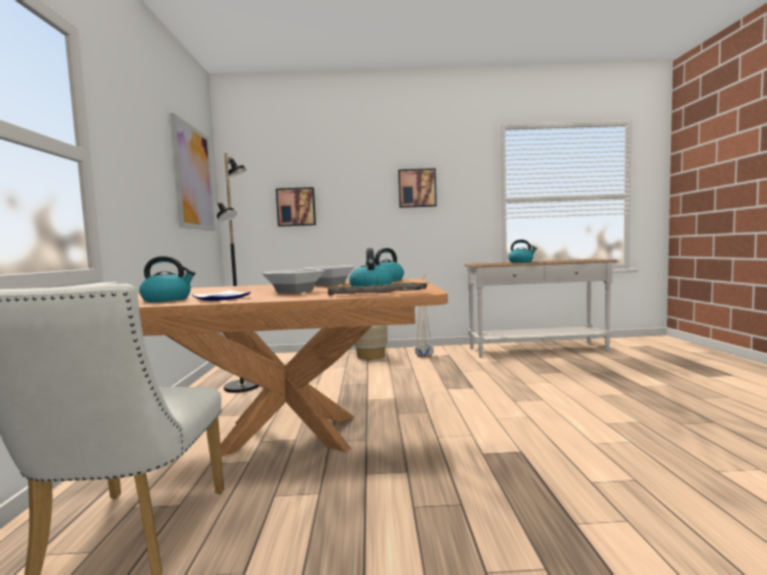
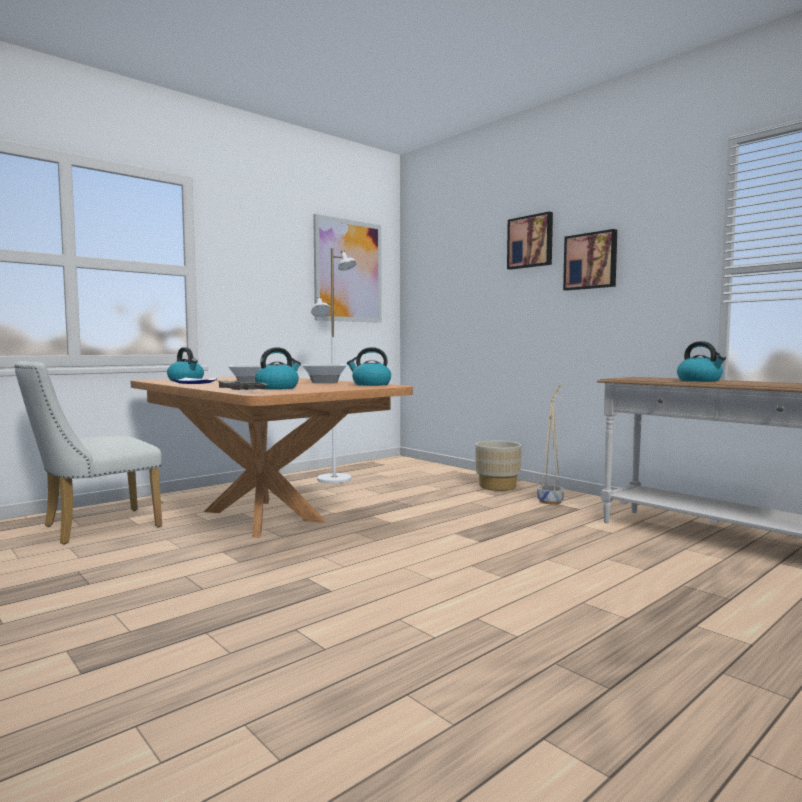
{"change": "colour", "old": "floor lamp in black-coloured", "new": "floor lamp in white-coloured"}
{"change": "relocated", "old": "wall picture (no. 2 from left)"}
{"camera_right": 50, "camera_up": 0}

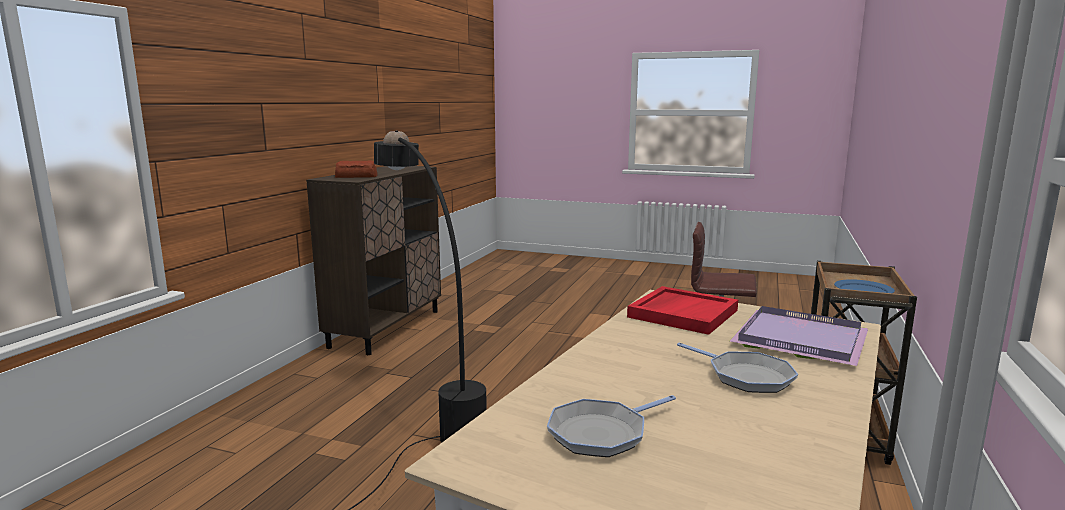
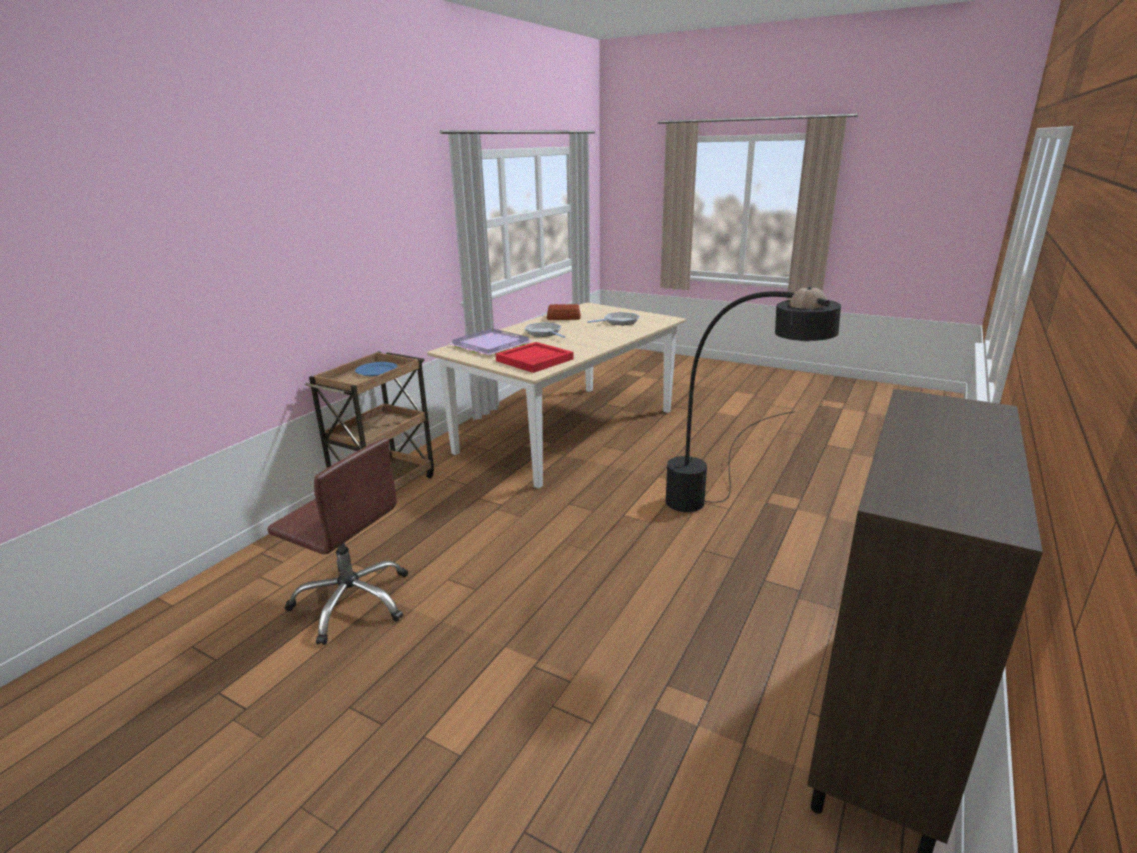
{"change": "relocated", "old": "bread"}
{"camera_right": -170, "camera_up": 10}

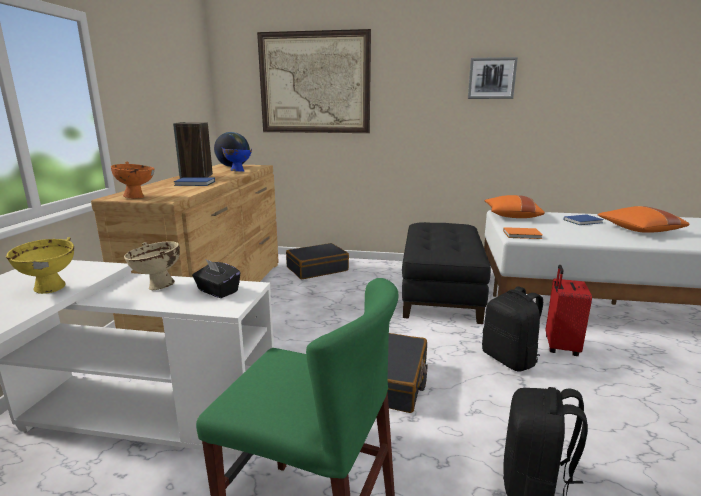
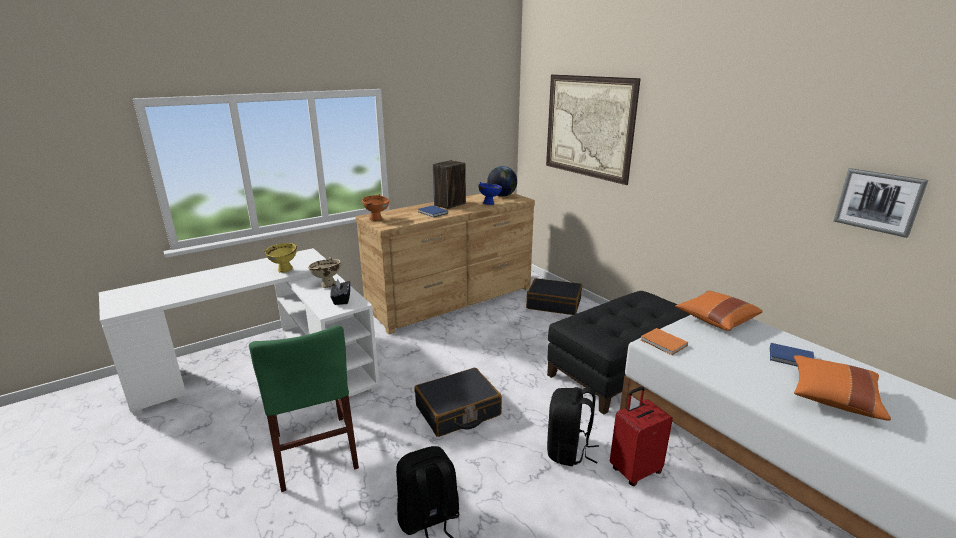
{"change": "relocated", "old": "wall picture (no. 2 from left)"}
{"camera_right": 45, "camera_up": 5}

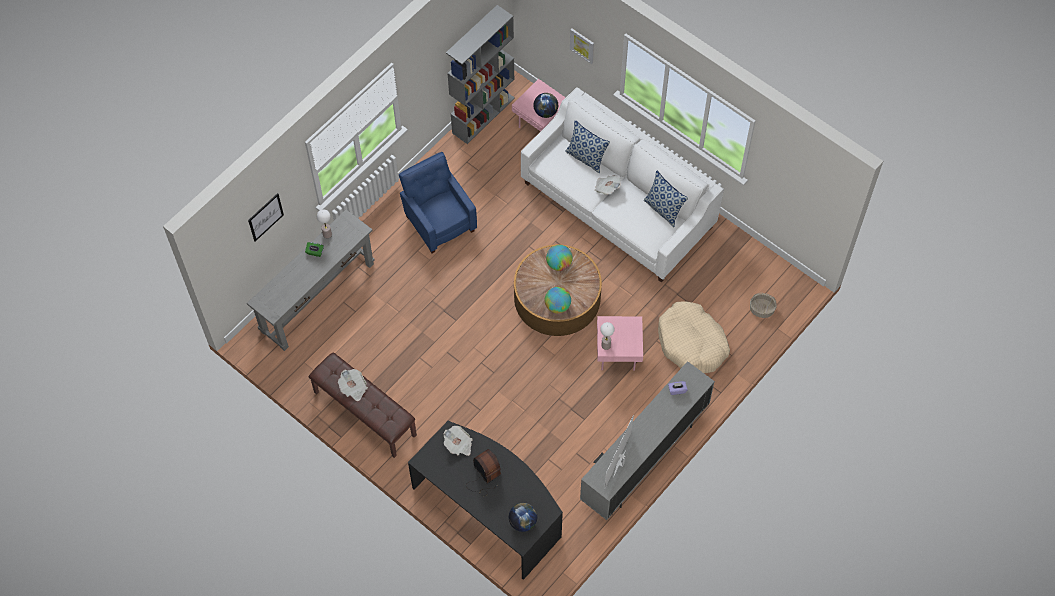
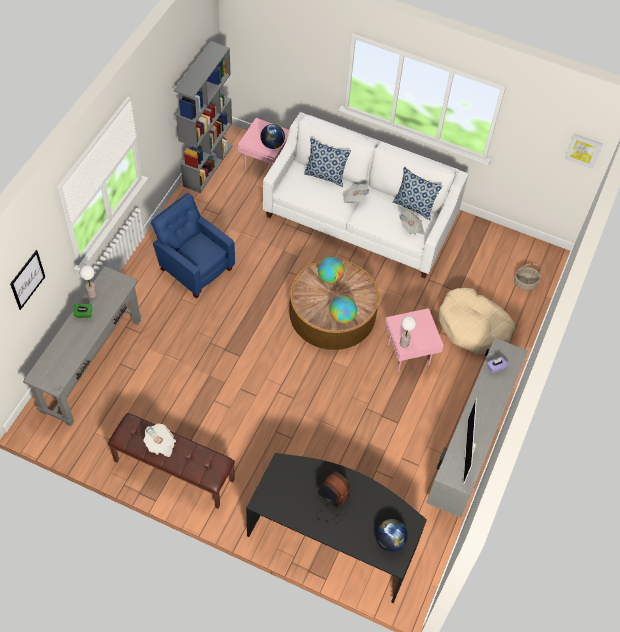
{"change": "relocated", "old": "daily paper (no. 2 from left in the first image)", "new": "daily paper (no. 3 from left)"}
{"change": "relocated", "old": "wall picture (no. 2 from left)"}
{"camera_right": -20, "camera_up": -5}

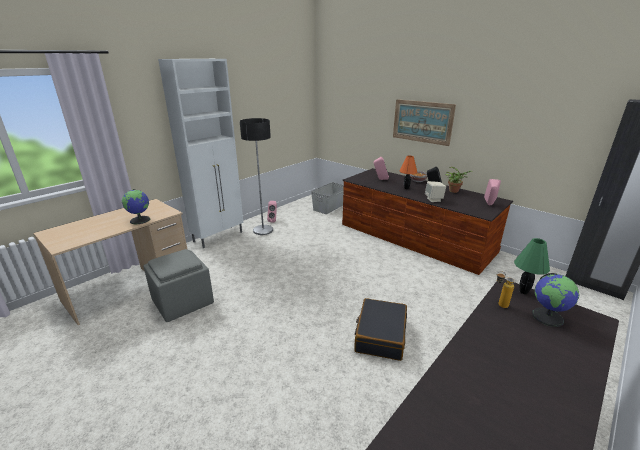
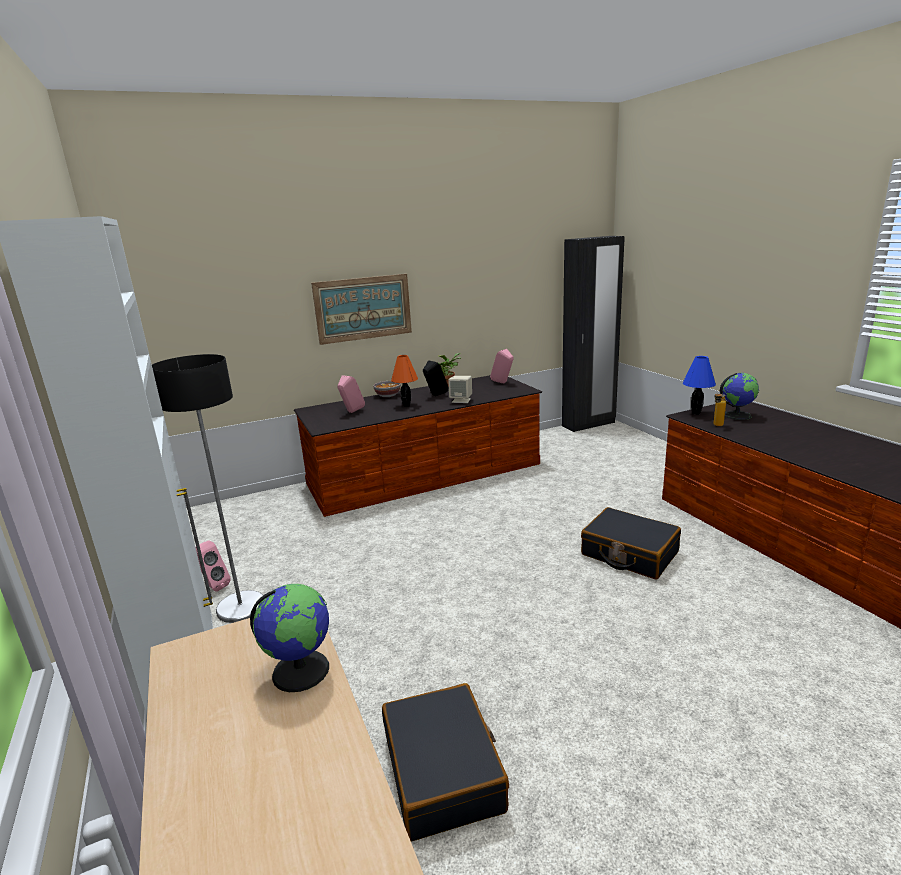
{"change": "exchanged", "old": "pouffe in gray", "new": "travel case in black-coloured (no. 1 from left)"}
{"change": "colour", "old": "tabletop lamp in green-coloured", "new": "tabletop lamp in blue-coloured"}
{"change": "missing", "old": "storage container in gray"}
{"camera_right": -65, "camera_up": -5}

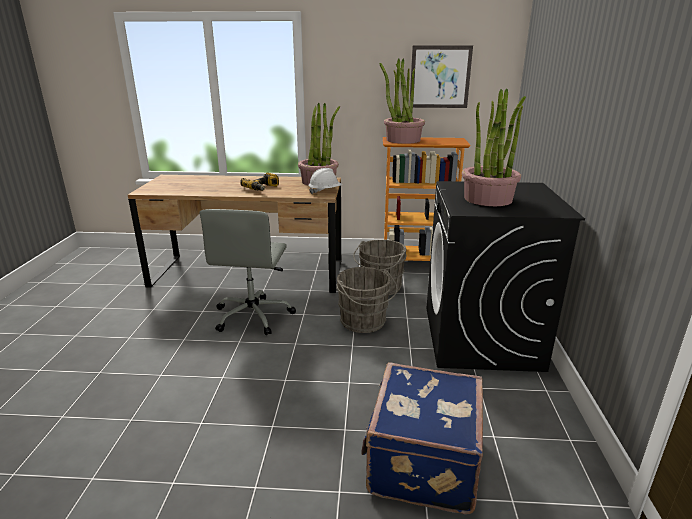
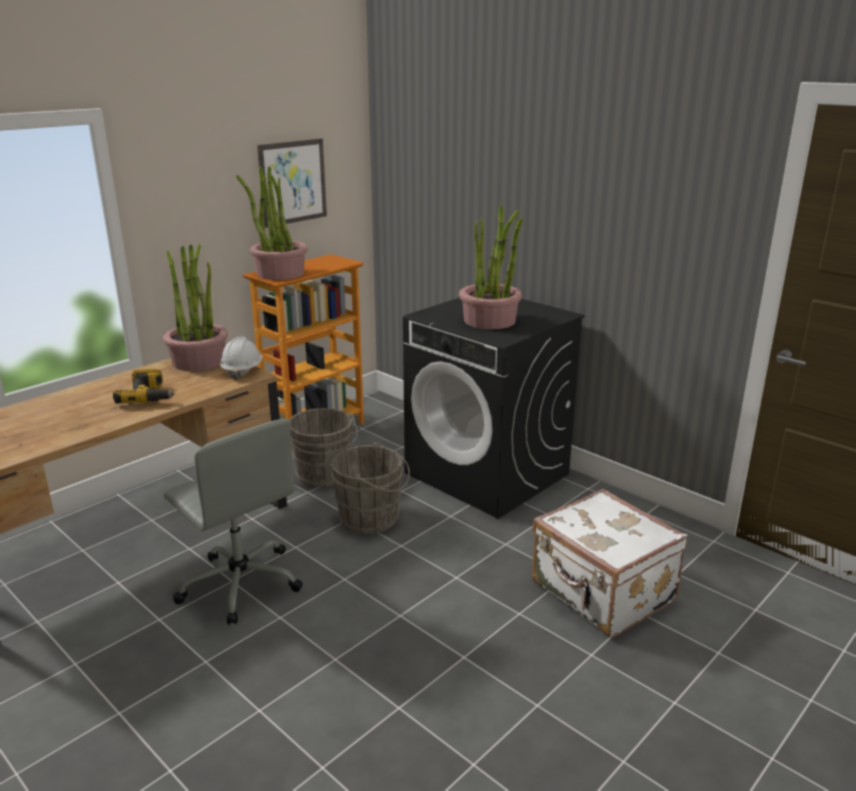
{"change": "colour", "old": "travel case in blue-coloured", "new": "travel case in white-coloured"}
{"camera_right": -50, "camera_up": 0}

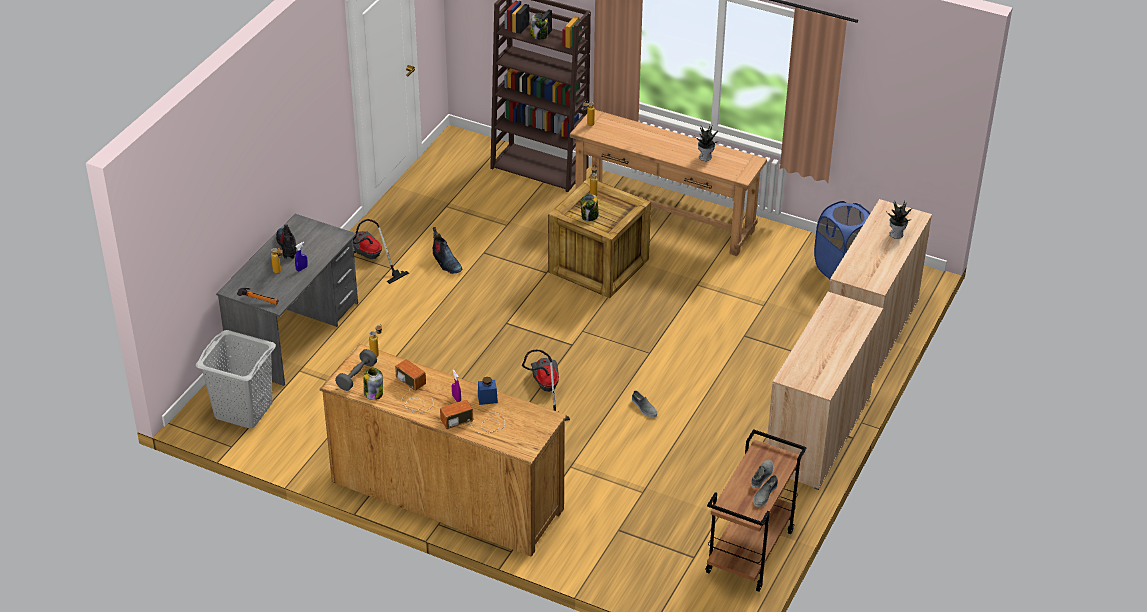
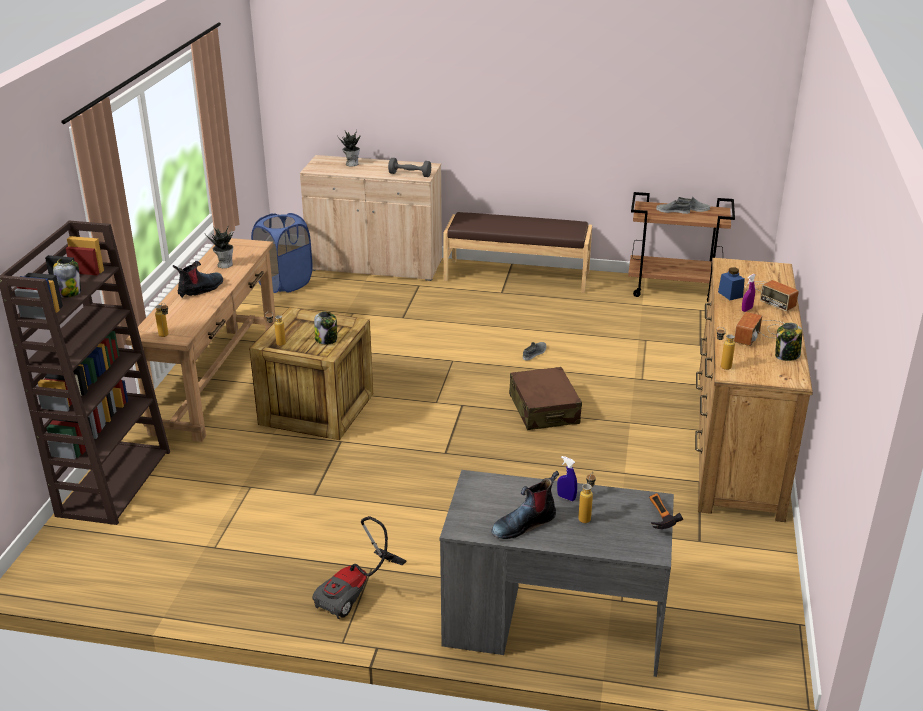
{"change": "relocated", "old": "high-top boot (no. 2 from left in the first image)", "new": "high-top boot (no. 1 from left)"}
{"change": "relocated", "old": "dumbbell in gray"}
{"change": "exchanged", "old": "storage cabinet in sand-coloured (no. 1 from left)", "new": "indoor bench in brownish"}
{"change": "exchanged", "old": "hoover (no. 2 from left)", "new": "travel case in brownish"}
{"change": "missing", "old": "laundry basket in gray"}
{"camera_right": -105, "camera_up": -10}

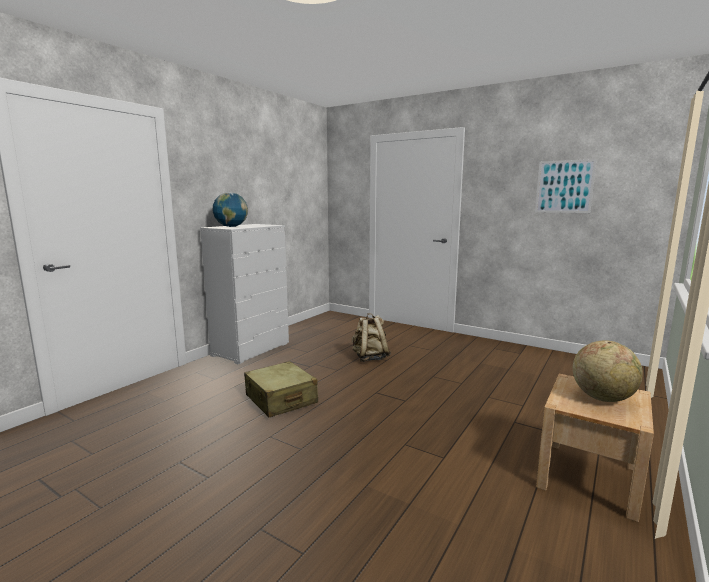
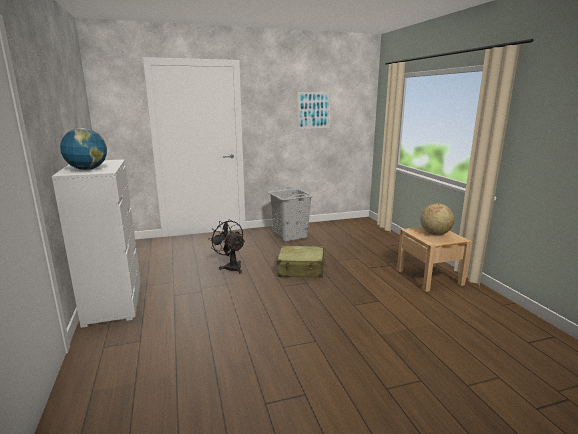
{"change": "exchanged", "old": "backpack in sand-coloured", "new": "cooling fan in black-coloured"}
{"change": "appeared", "new": "laundry basket in gray"}
{"change": "relocated", "old": "travel case in sand-coloured"}
{"camera_right": -50, "camera_up": 5}

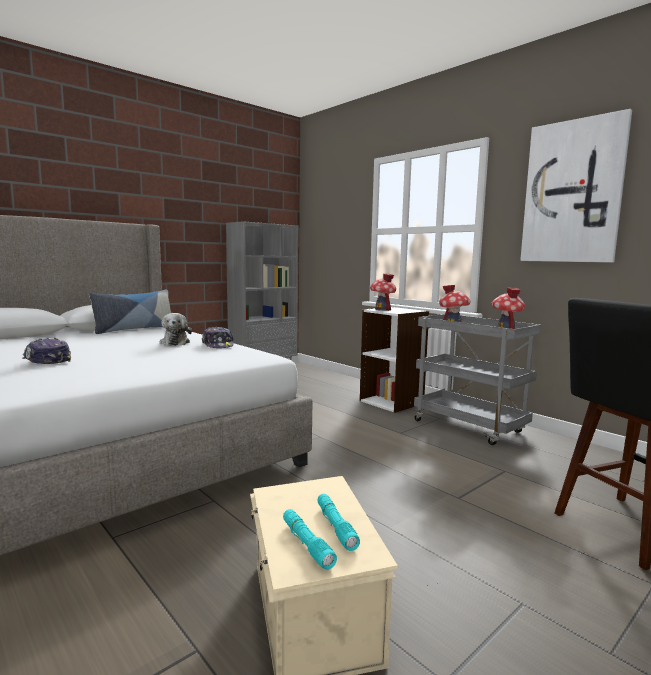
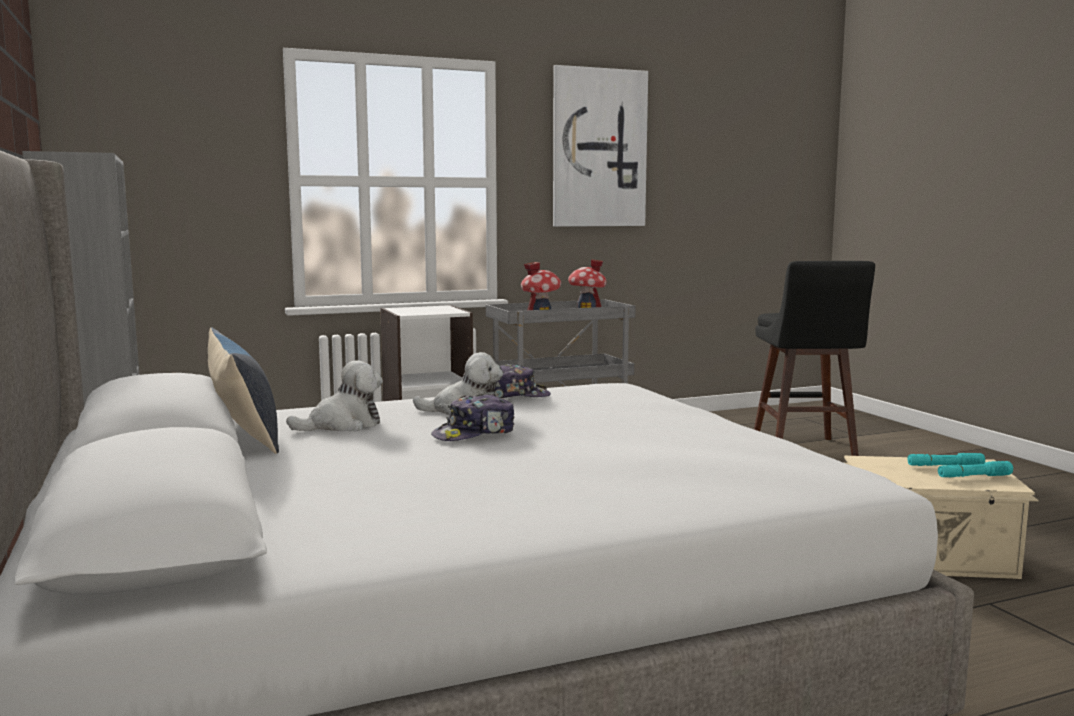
{"change": "appeared", "new": "plush toy (no. 1 from left)"}
{"change": "relocated", "old": "cap (no. 1 from left)"}
{"change": "missing", "old": "model house (no. 1 from left)"}
{"camera_right": -70, "camera_up": 0}

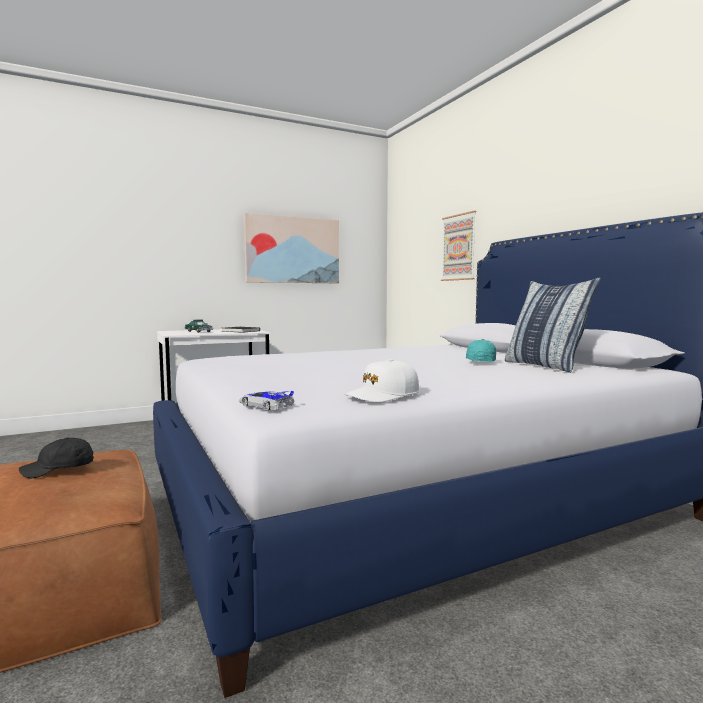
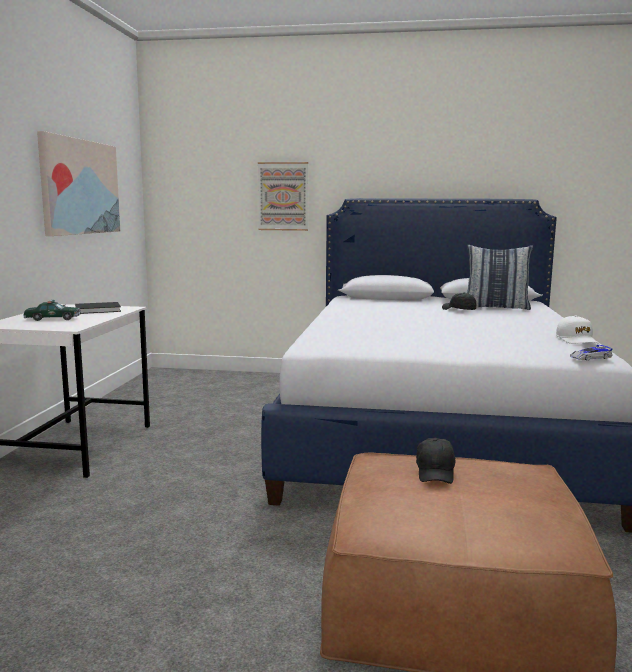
{"change": "colour", "old": "cap in turquoise-coloured", "new": "cap in black-coloured (no. 2 from left)"}
{"camera_right": -55, "camera_up": 5}

